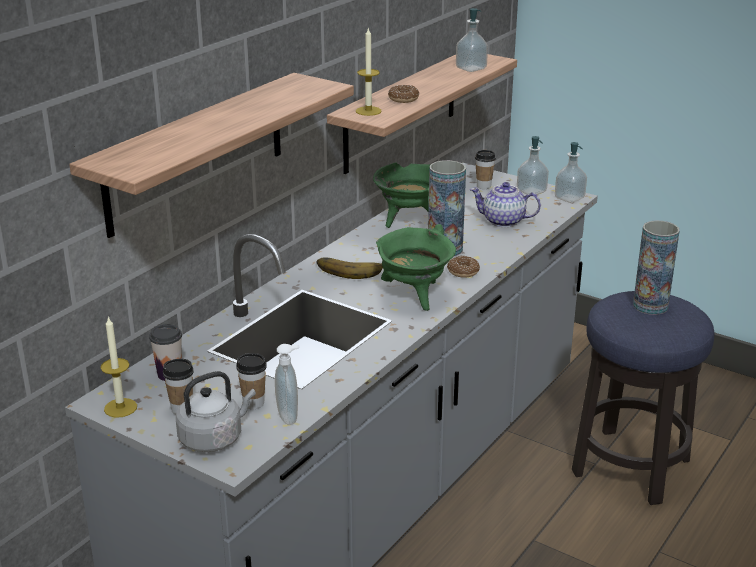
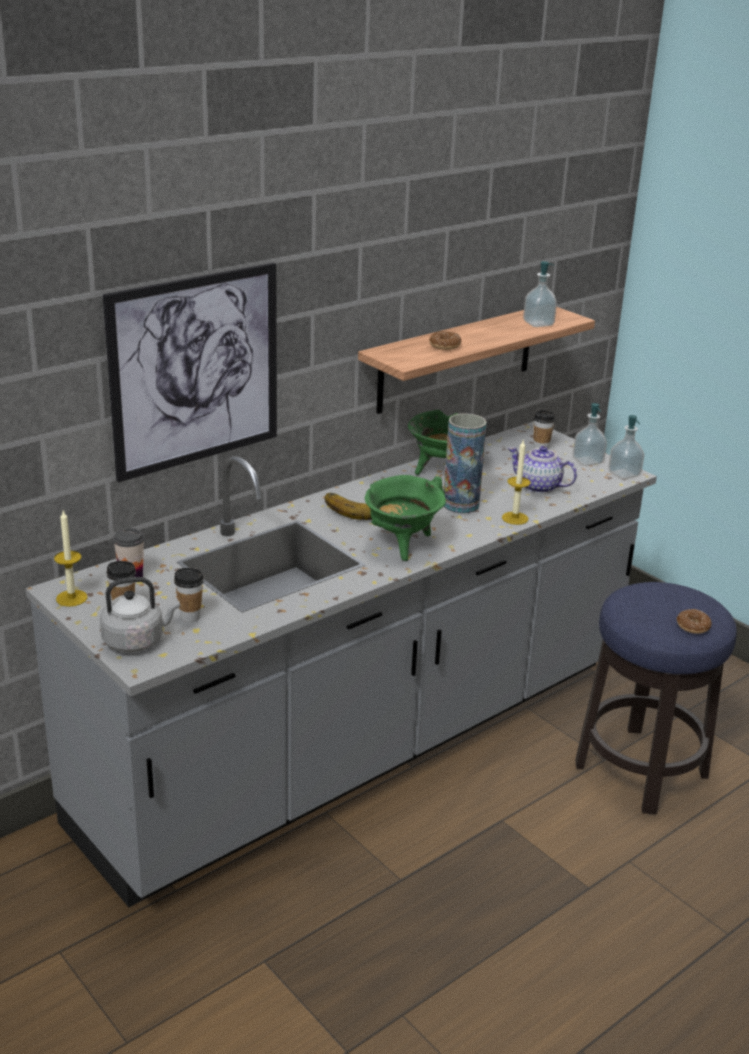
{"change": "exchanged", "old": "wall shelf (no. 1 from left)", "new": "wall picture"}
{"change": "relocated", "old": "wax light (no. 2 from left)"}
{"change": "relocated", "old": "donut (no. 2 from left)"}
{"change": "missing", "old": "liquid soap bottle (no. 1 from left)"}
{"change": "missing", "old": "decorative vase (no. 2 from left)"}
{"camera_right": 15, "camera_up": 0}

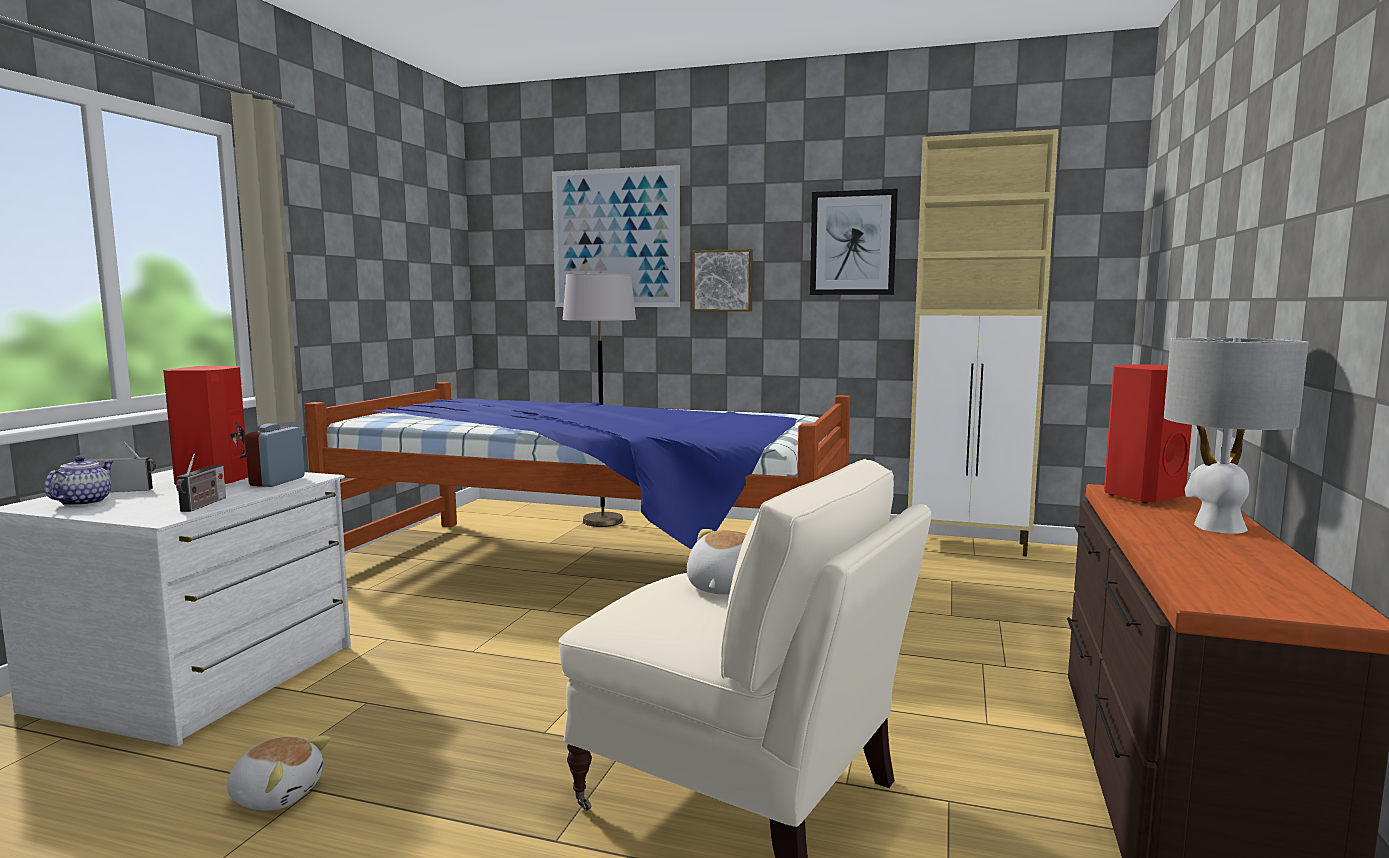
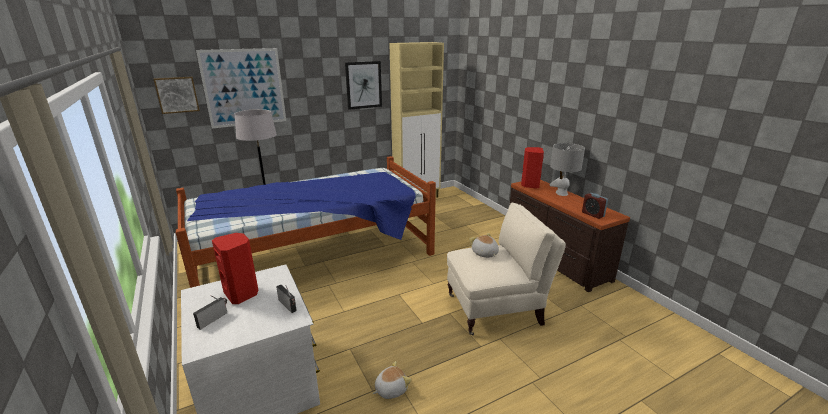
{"change": "relocated", "old": "wall picture (no. 2 from left in the first image)", "new": "wall picture (no. 1 from left)"}
{"change": "relocated", "old": "table clock"}
{"change": "missing", "old": "teapot"}
{"camera_right": -45, "camera_up": 15}

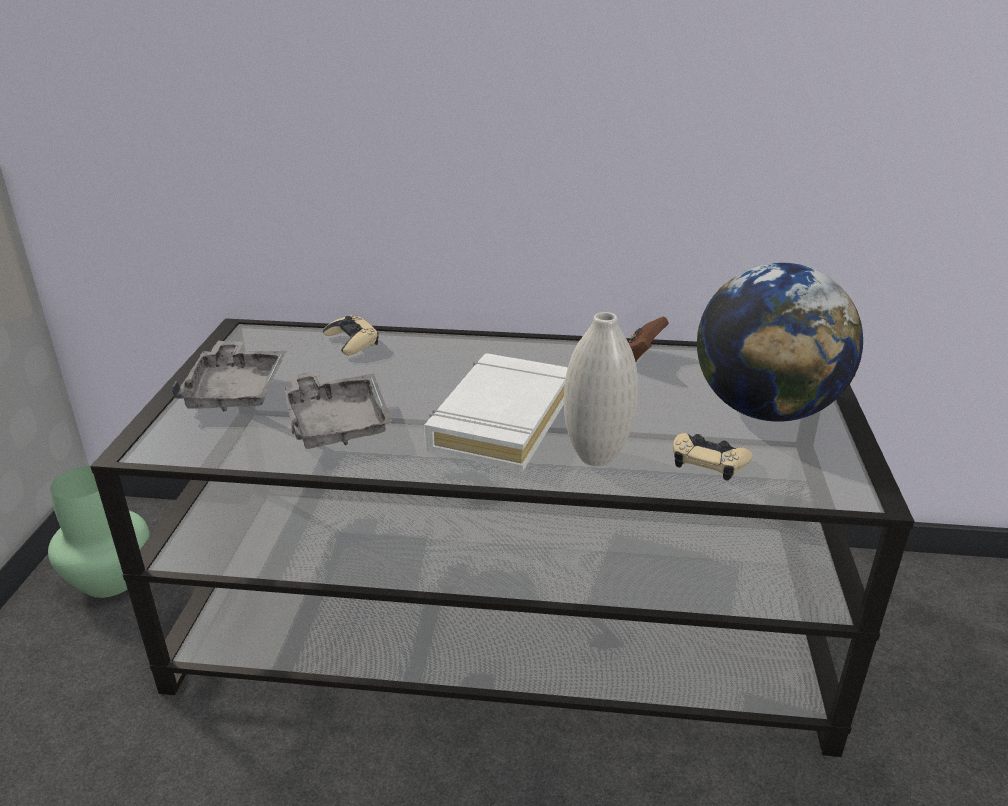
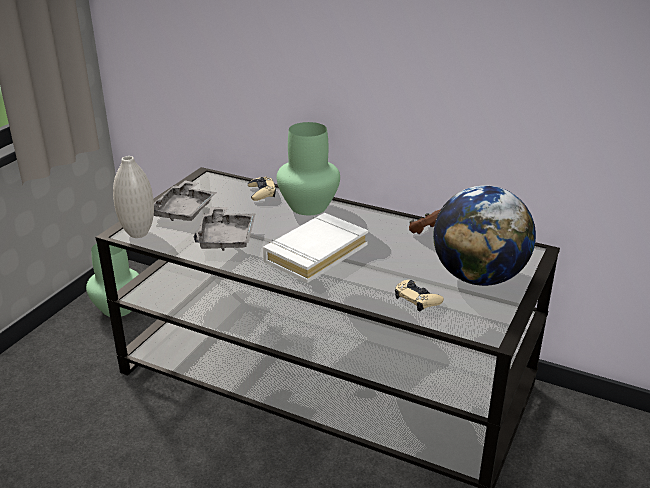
{"change": "relocated", "old": "decorative vase in white-coloured"}
{"change": "appeared", "new": "decorative vase in green-coloured (no. 2 from left)"}
{"camera_right": 20, "camera_up": 0}

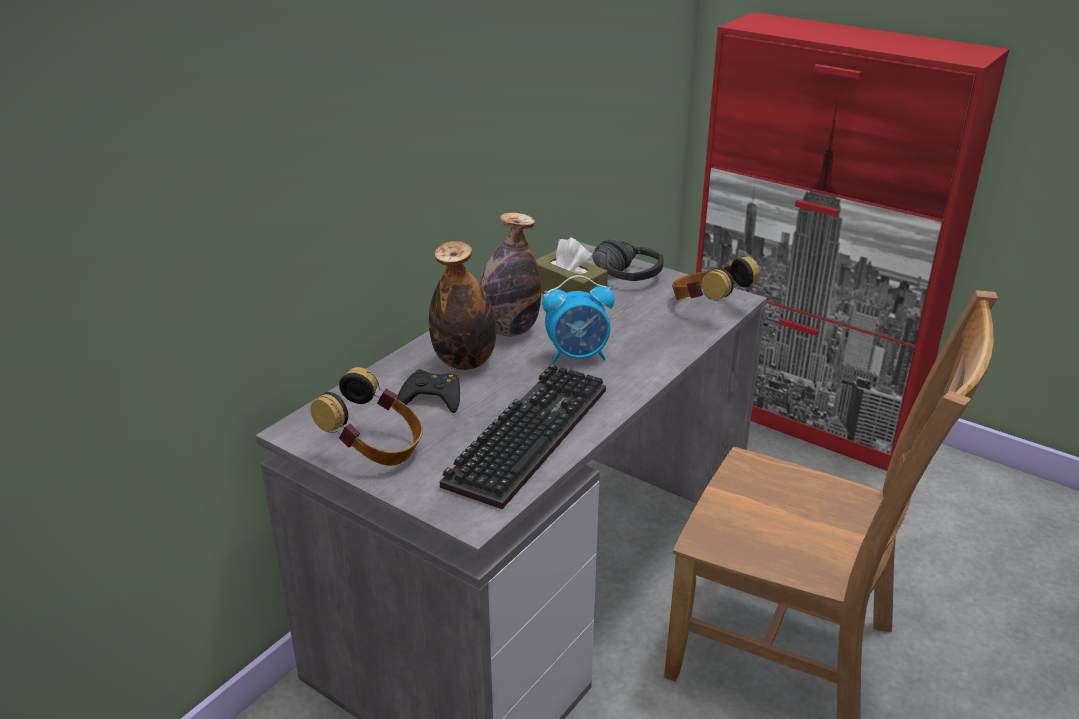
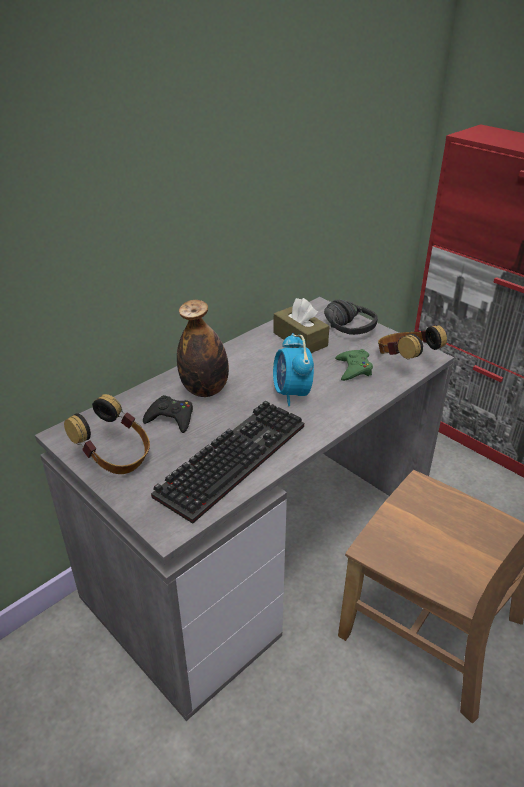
{"change": "spun", "old": "table clock", "degrees": 75}
{"change": "appeared", "new": "joypad in green-coloured"}
{"change": "missing", "old": "beverage bottle (no. 2 from left)"}
{"camera_right": 10, "camera_up": 5}

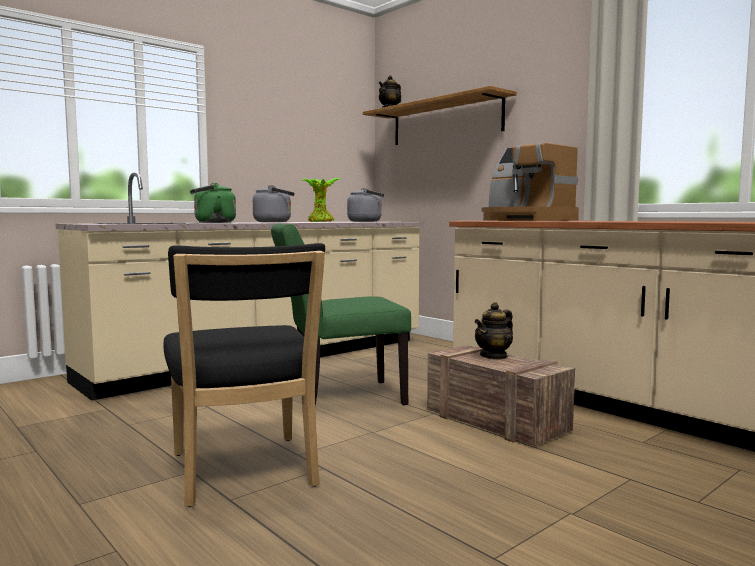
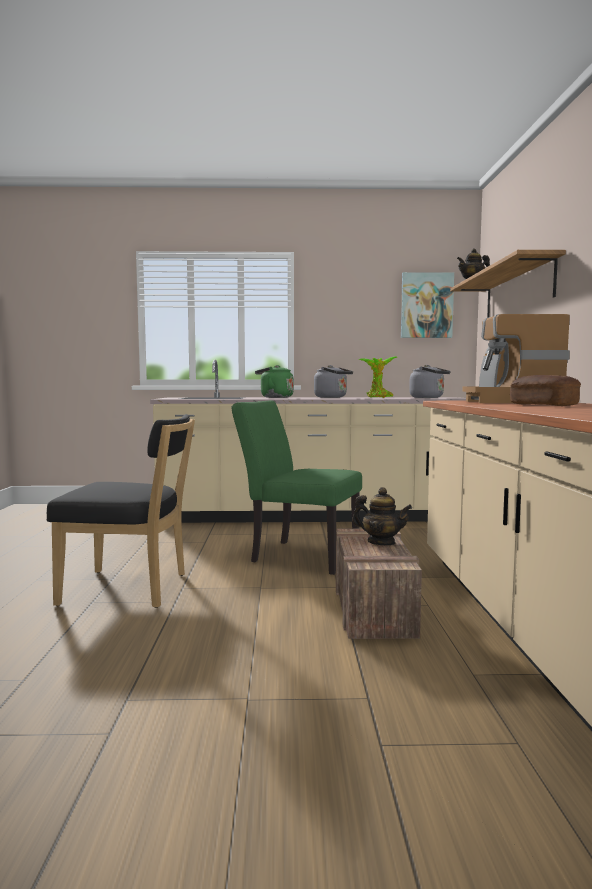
{"change": "spun", "old": "upright chair in black-coloured", "degrees": -105}
{"change": "spun", "old": "teapot (no. 2 from left in the first image)", "degrees": -150}
{"change": "appeared", "new": "wall picture"}
{"change": "appeared", "new": "bread"}
{"camera_right": 40, "camera_up": 0}

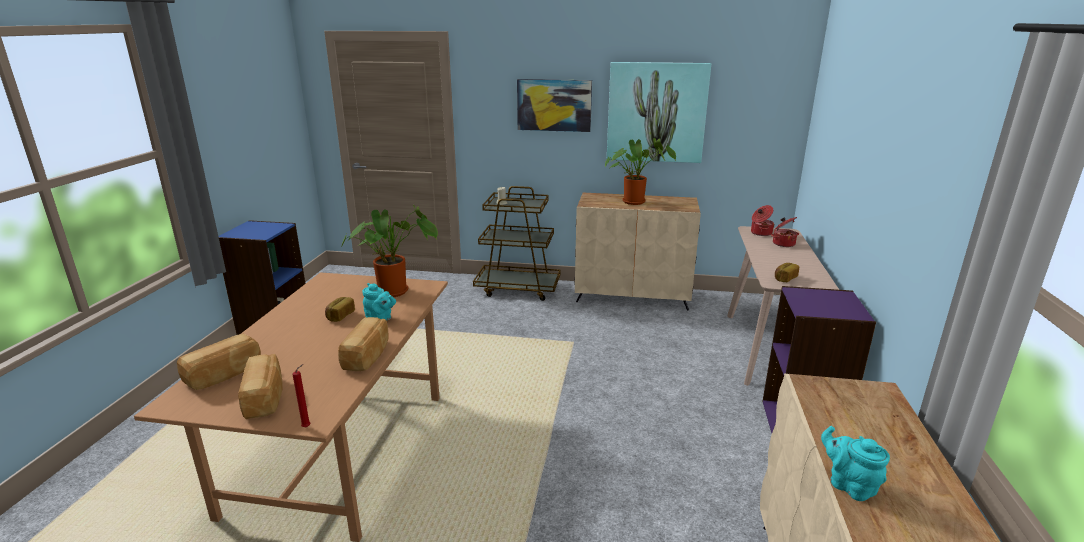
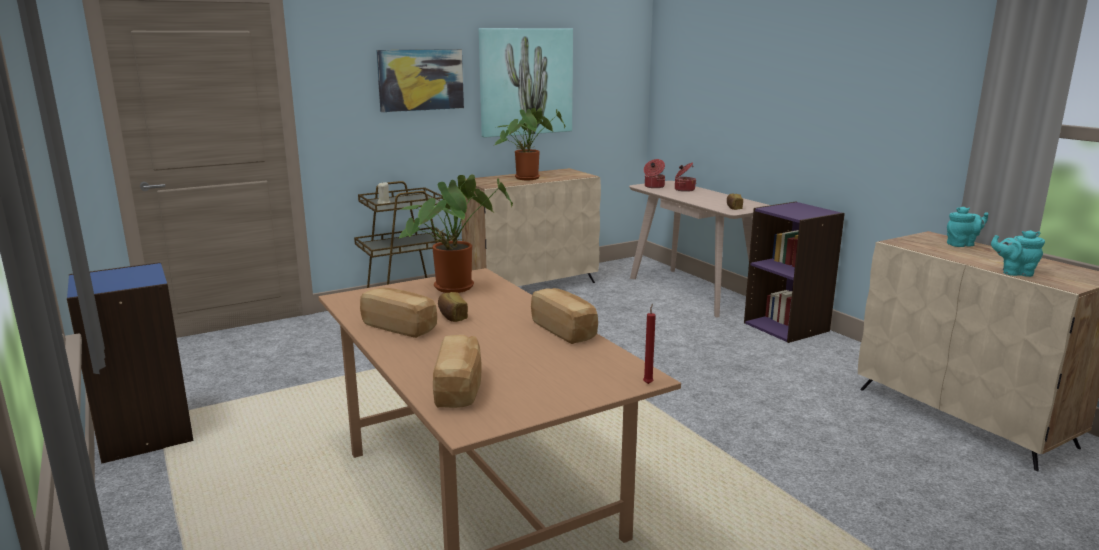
{"change": "relocated", "old": "bread (no. 2 from left in the first image)", "new": "bread (no. 1 from left)"}
{"change": "relocated", "old": "teapot in turquoise-coloured (no. 1 from left)"}
{"camera_right": -40, "camera_up": -5}

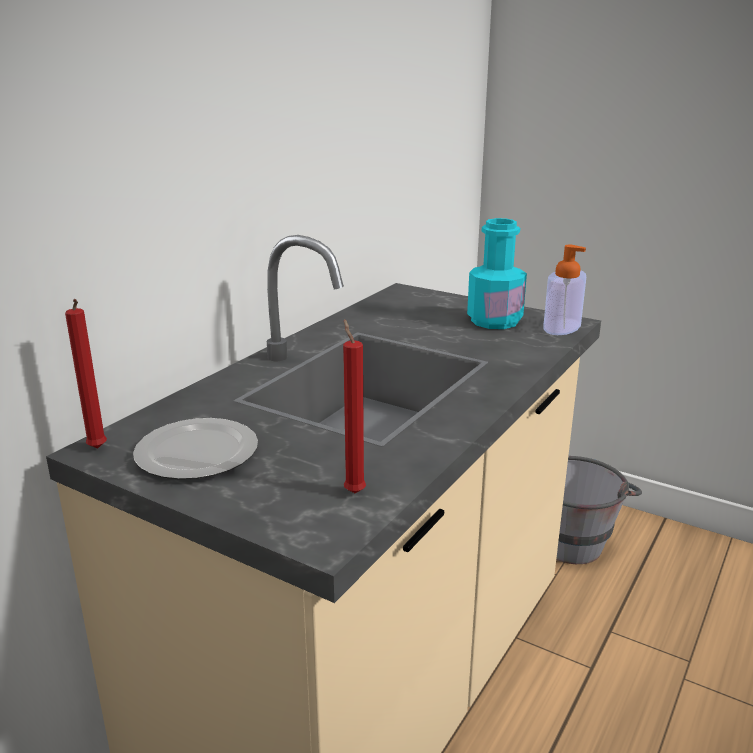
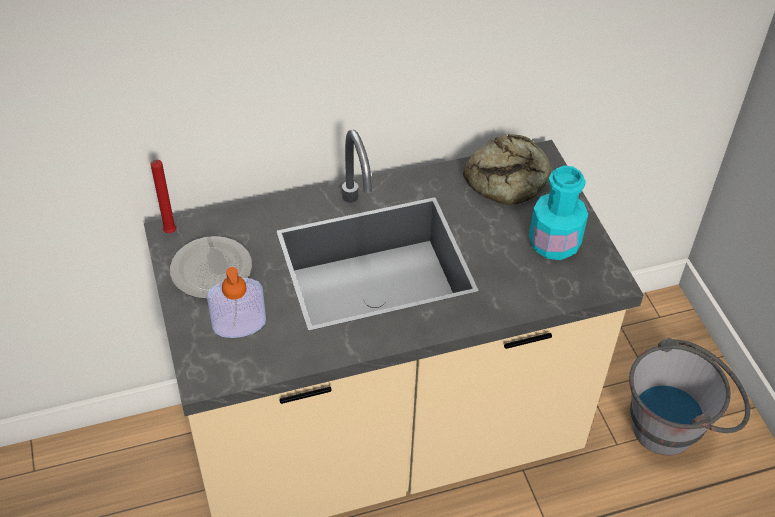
{"change": "relocated", "old": "liquid soap bottle"}
{"change": "appeared", "new": "bread"}
{"change": "missing", "old": "wax light in red (no. 2 from left)"}
{"camera_right": 40, "camera_up": 25}

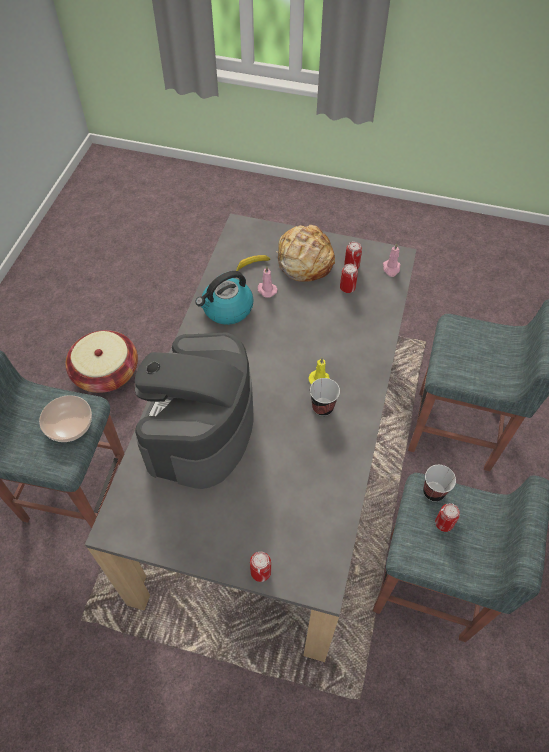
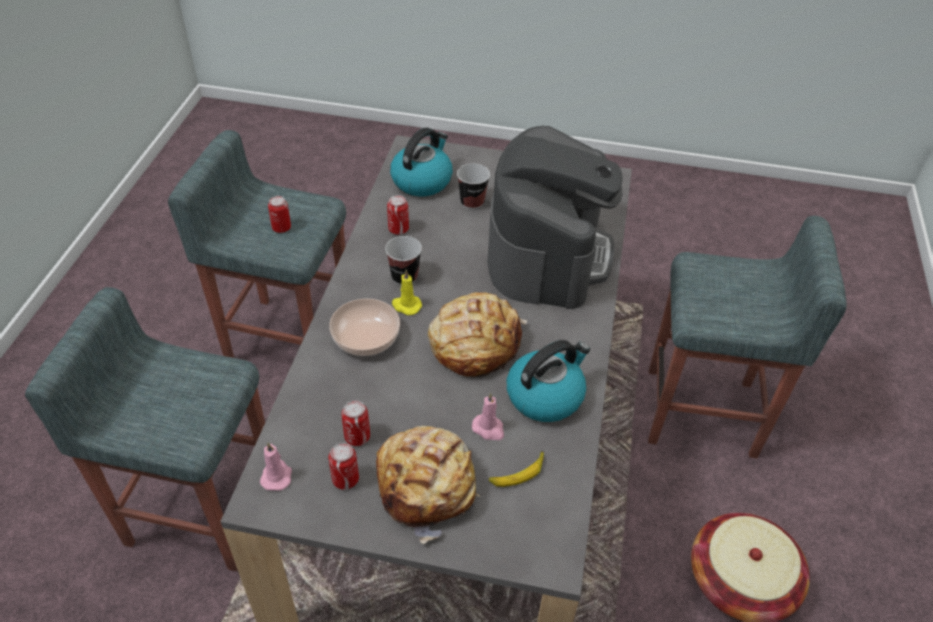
{"change": "relocated", "old": "deep dish"}
{"change": "relocated", "old": "can (no. 1 from left in the first image)", "new": "can (no. 4 from left)"}
{"change": "appeared", "new": "kettle (no. 1 from left)"}
{"change": "appeared", "new": "bread (no. 2 from left)"}
{"change": "relocated", "old": "small cup (no. 2 from left)"}
{"camera_right": 175, "camera_up": -10}

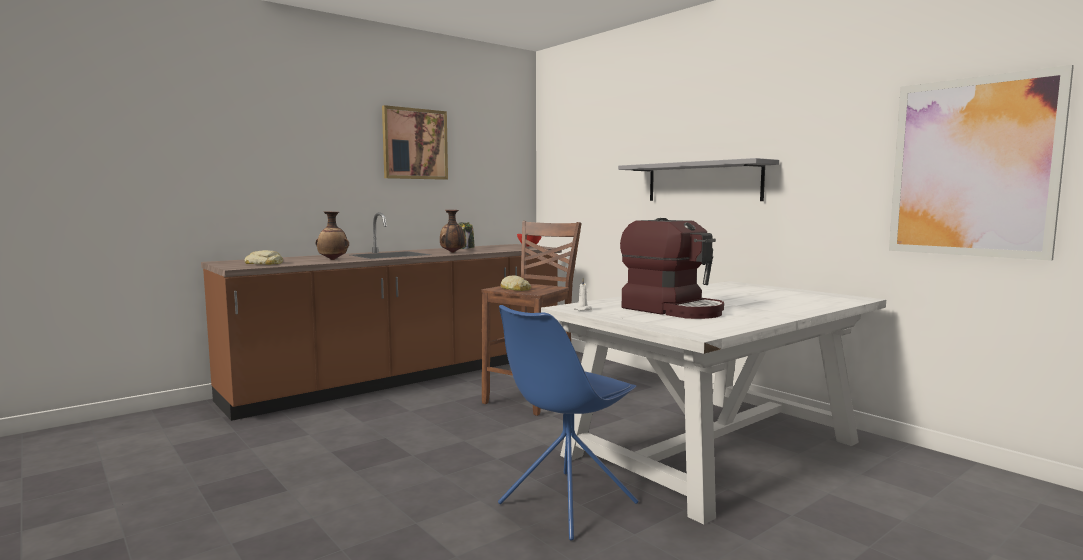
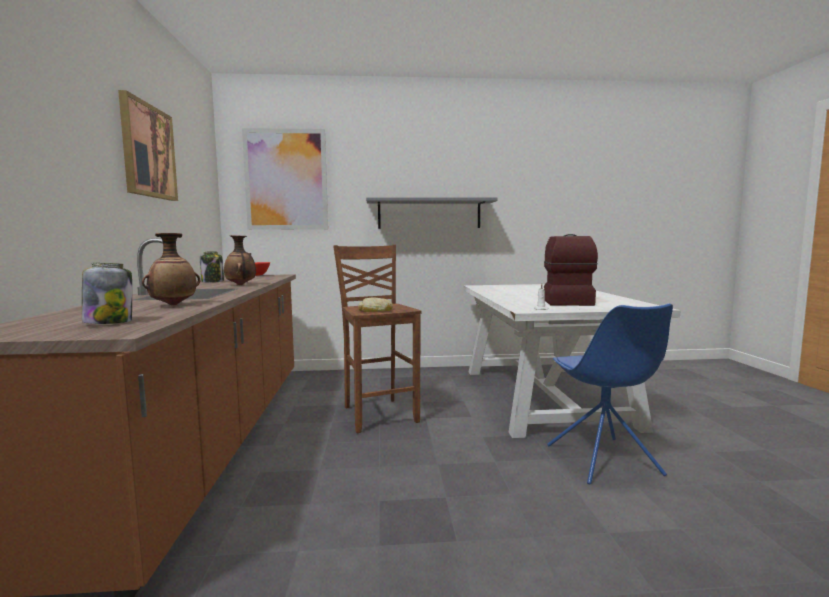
{"change": "exchanged", "old": "bread (no. 1 from left)", "new": "storage jar (no. 1 from left)"}
{"change": "relocated", "old": "wall picture (no. 2 from left)"}
{"change": "spun", "old": "coffee brewer", "degrees": -75}
{"camera_right": -55, "camera_up": 0}

